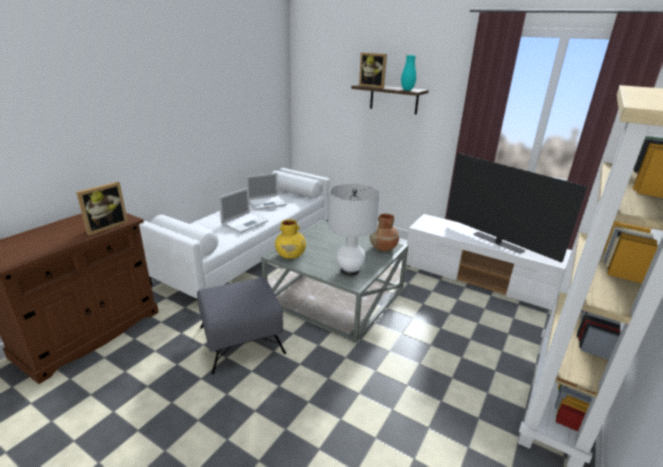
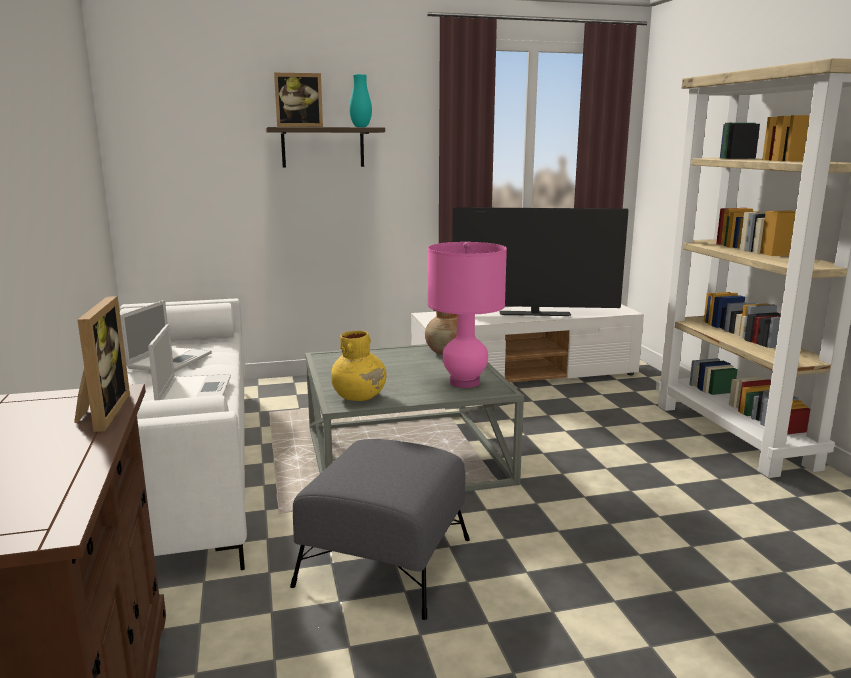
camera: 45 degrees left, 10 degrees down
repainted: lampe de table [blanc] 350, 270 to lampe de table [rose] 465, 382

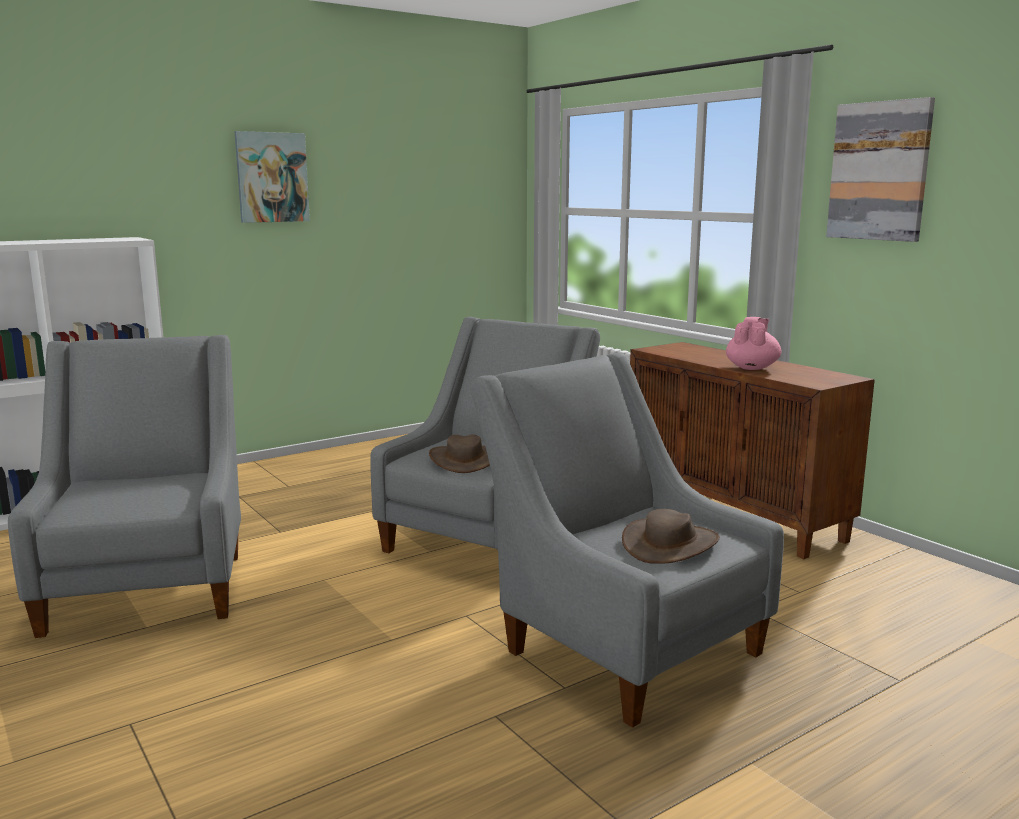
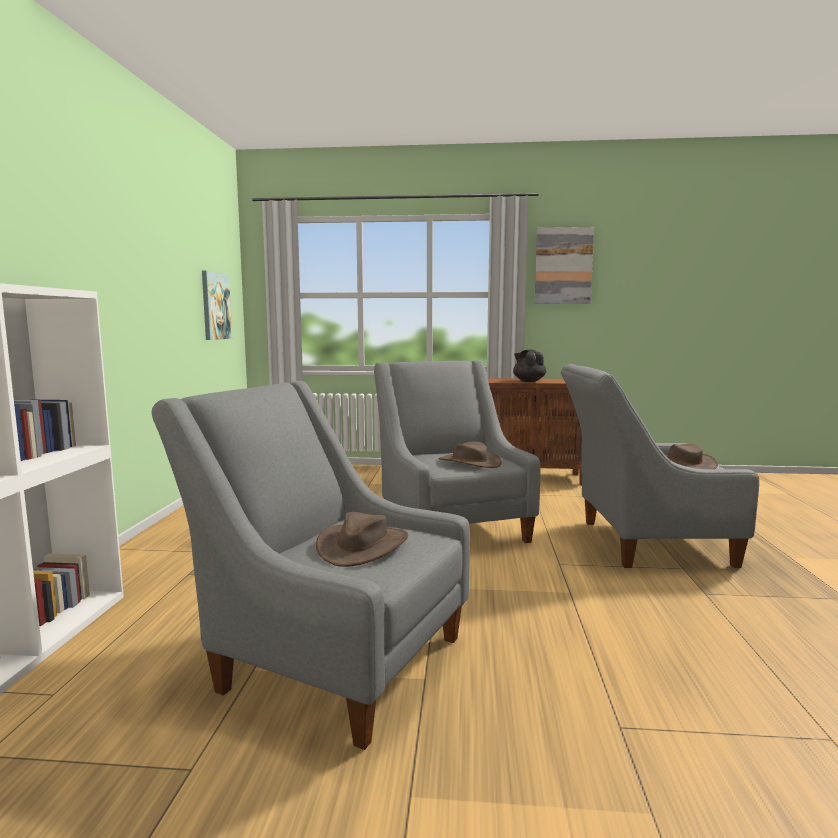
camera: 50 degrees left, 5 degrees down
new: chapeau [marron] 362, 546
shifted: tableau 272, 177 to 215, 306
repainted: théière [rose] 752, 368 to théière [noir] 528, 381

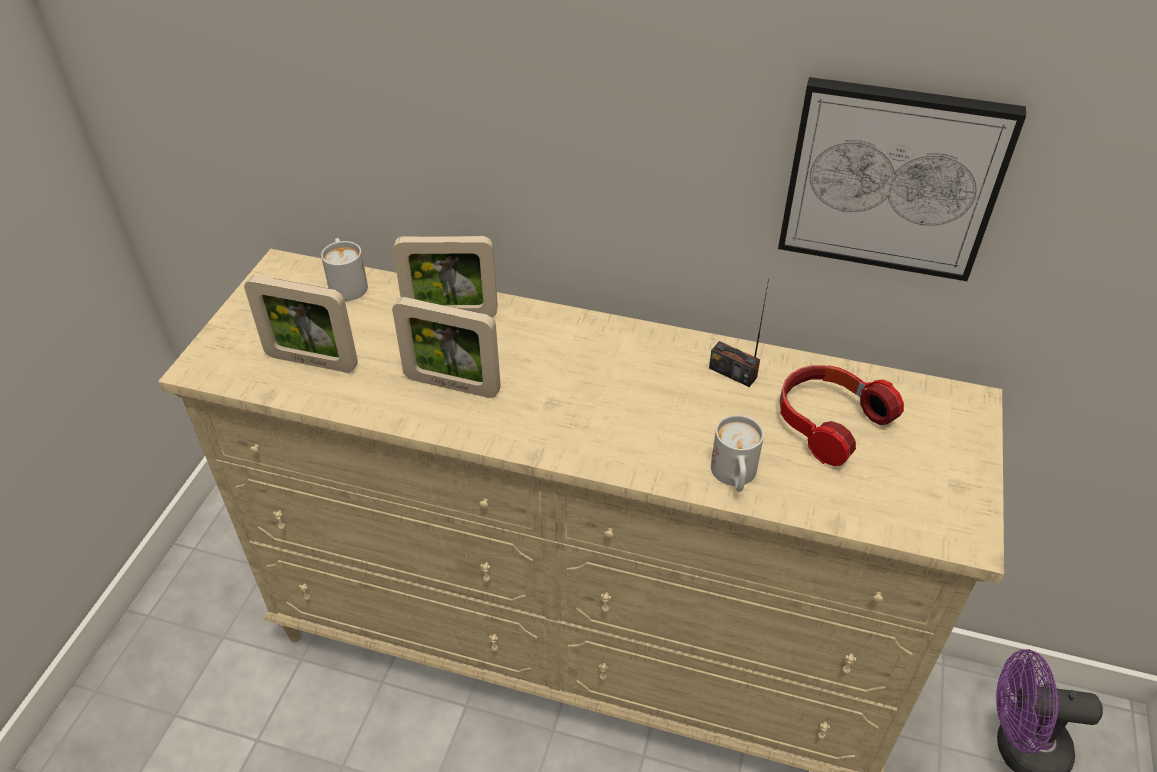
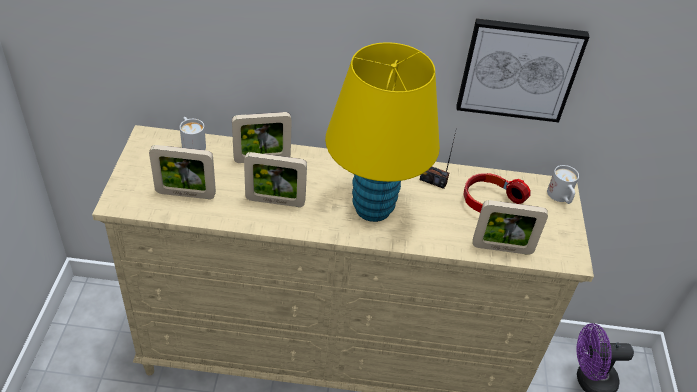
camera: 15 degrees left, 0 degrees up
new: lampe de table [jaune] 373, 208; cadre photo 502, 248
shifted: mug [blanc] 734, 477 to 560, 197

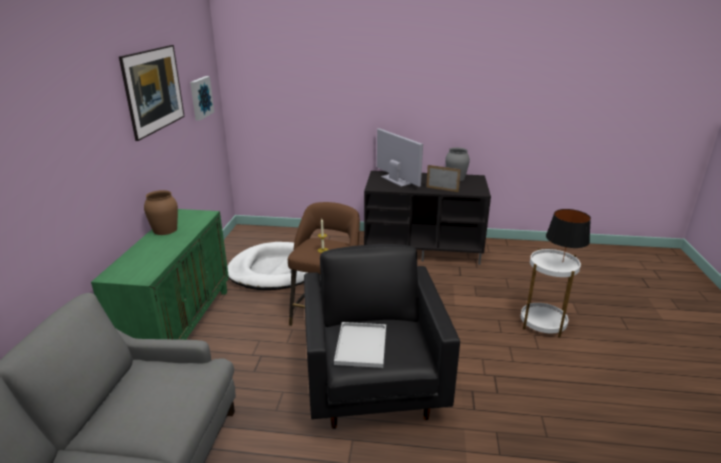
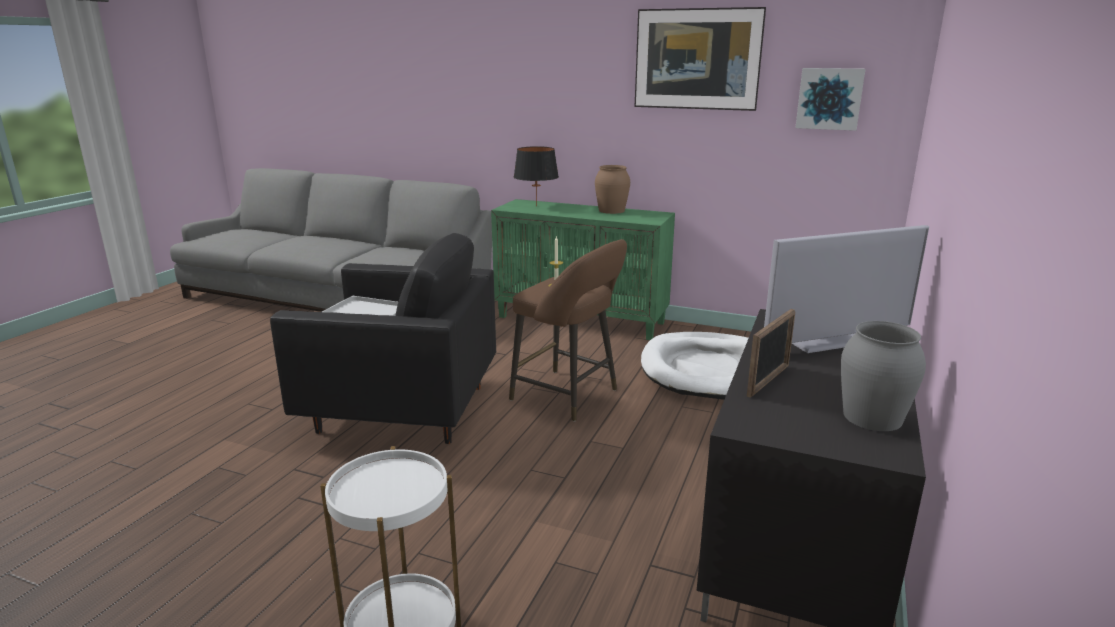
camera: 105 degrees right, 5 degrees down
shifted: lampe de table [noir] 562, 262 to 536, 206

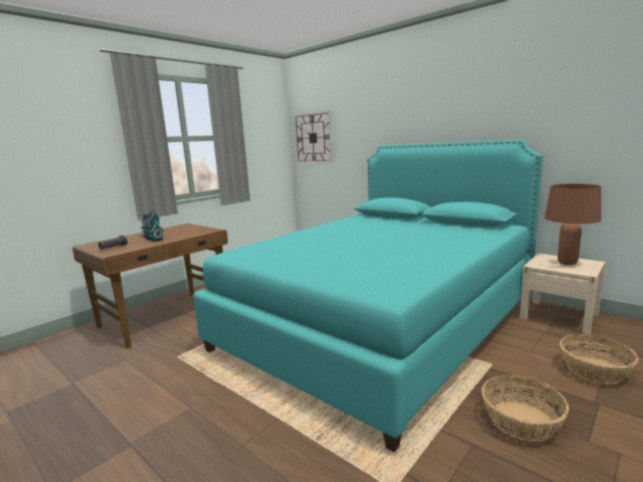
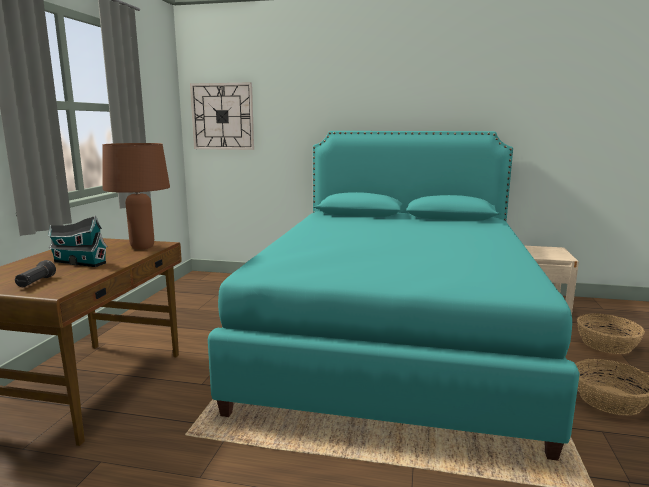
camera: 30 degrees left, 0 degrees up
shifted: lampe de table [marron] 567, 263 to 142, 247

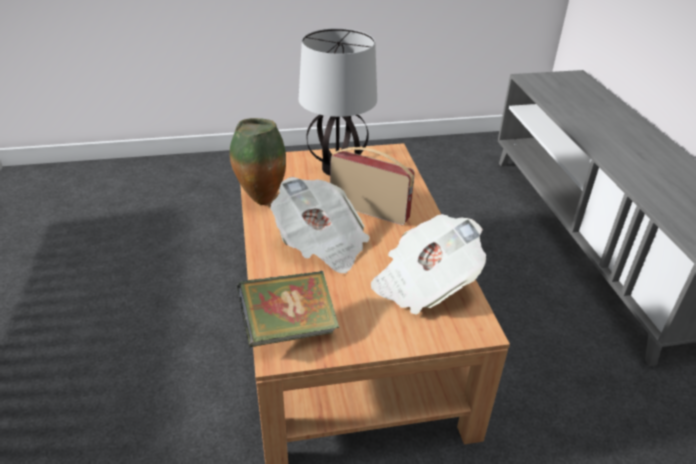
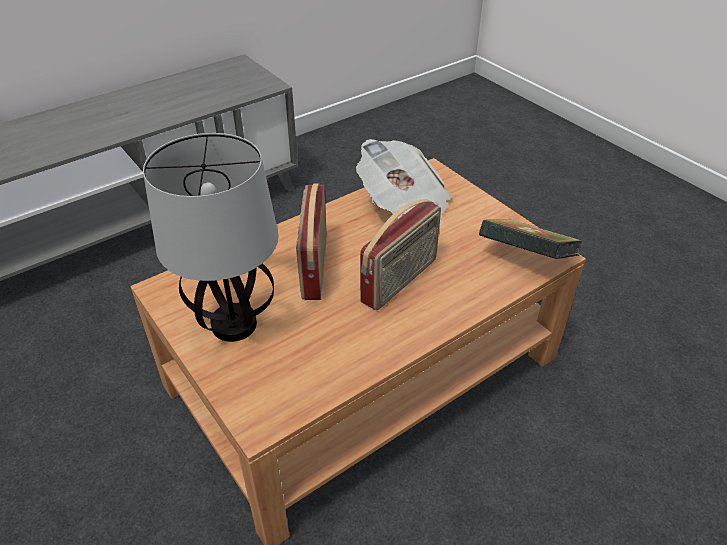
camera: 115 degrees left, 5 degrees up
gone: vase 260, 200
swapped: journal 321, 244 to radio 400, 281

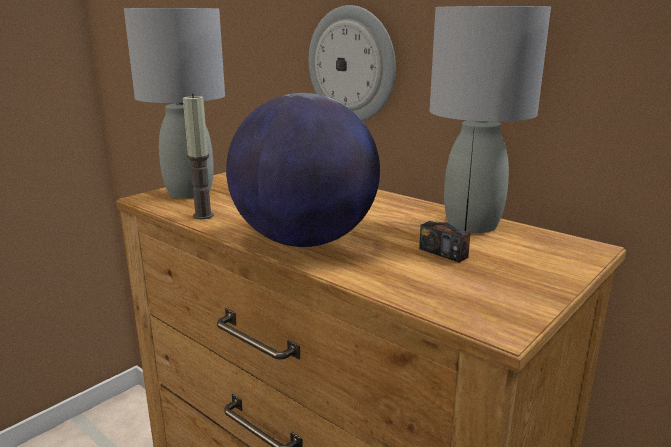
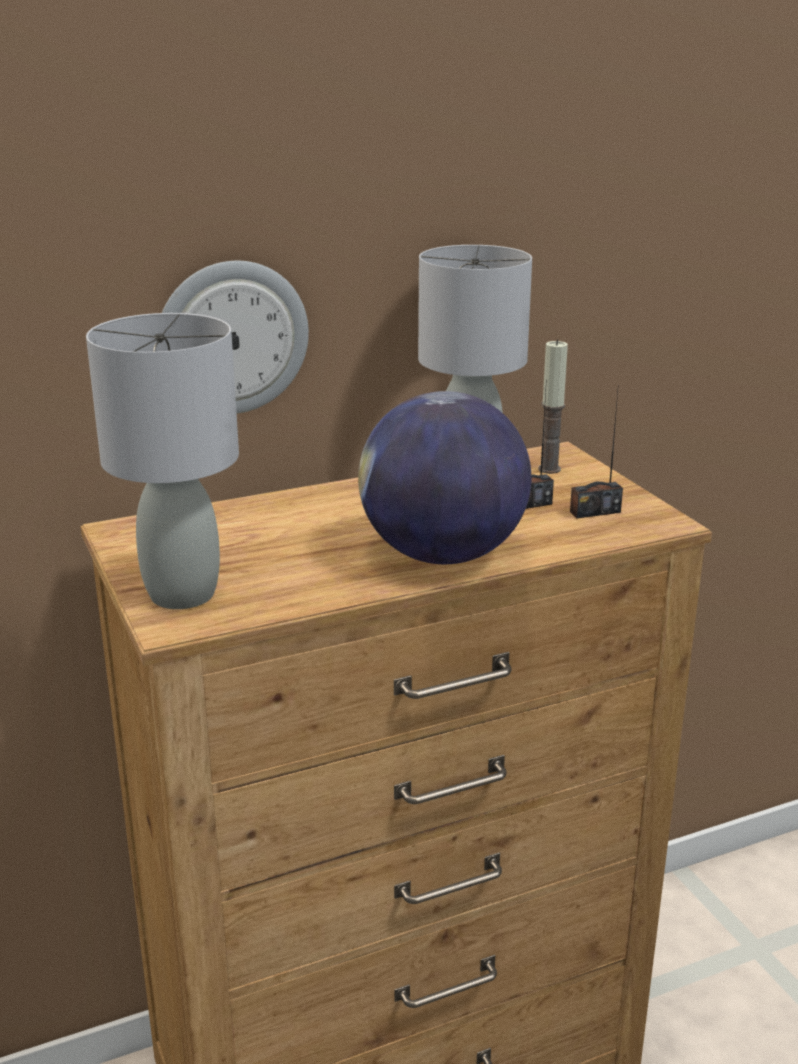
camera: 65 degrees left, 5 degrees up
new: radio 595, 512
shifted: bougie 203, 215 to 549, 469

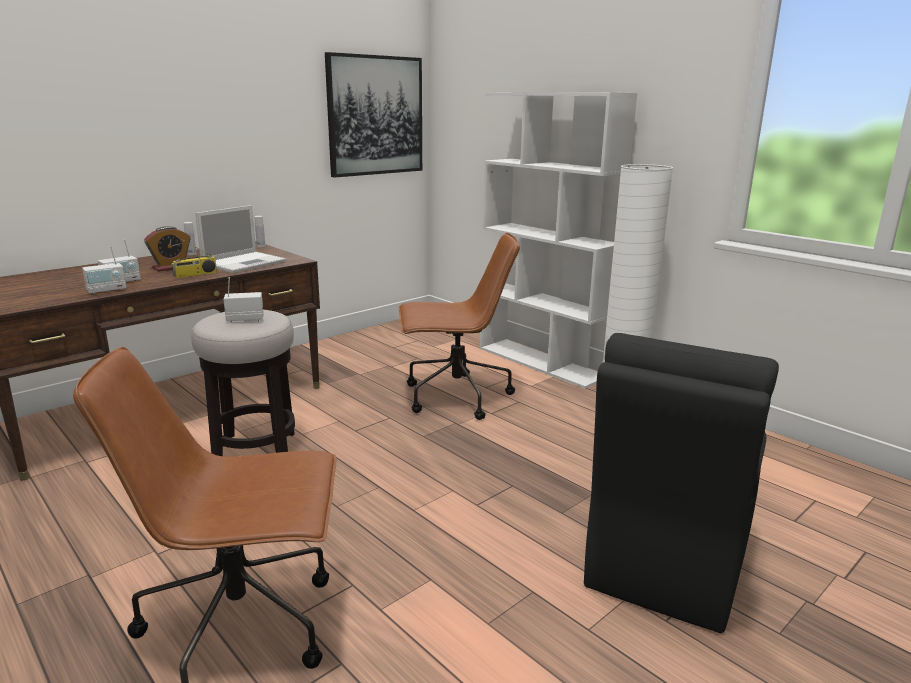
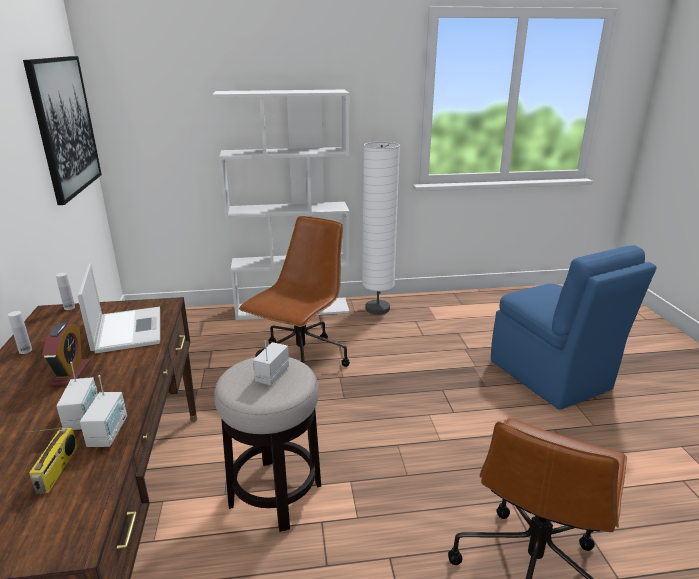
camera: 55 degrees left, 5 degrees up
shifted: radio 195, 274 to 58, 469
repainted: chaise [noir] 666, 562 to chaise [bleu] 551, 376

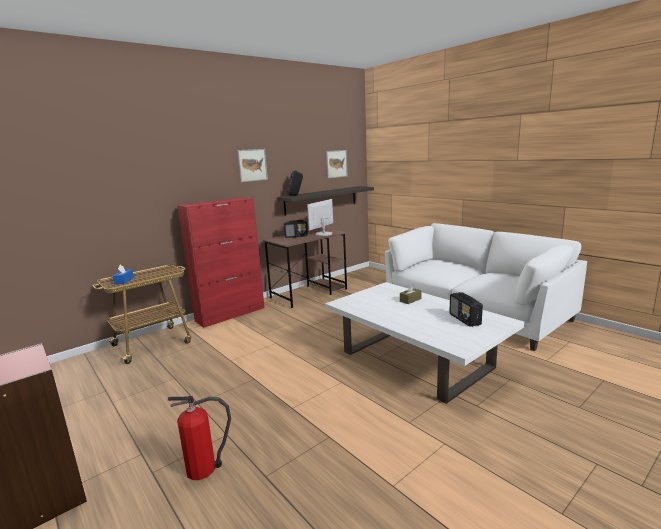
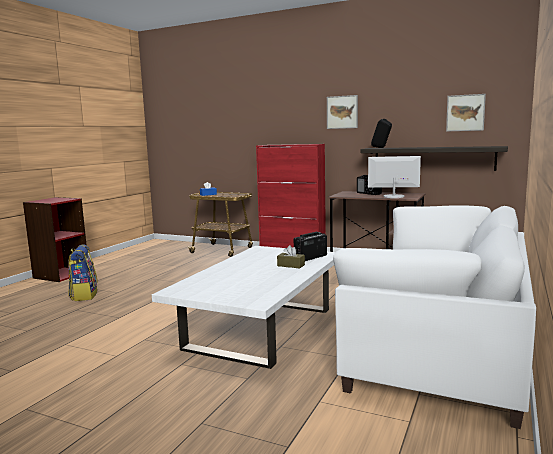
camera: 65 degrees right, 5 degrees down
shifted: radio 465, 319 to 310, 257
swapped: extincteur 204, 468 to sac à dos 84, 295

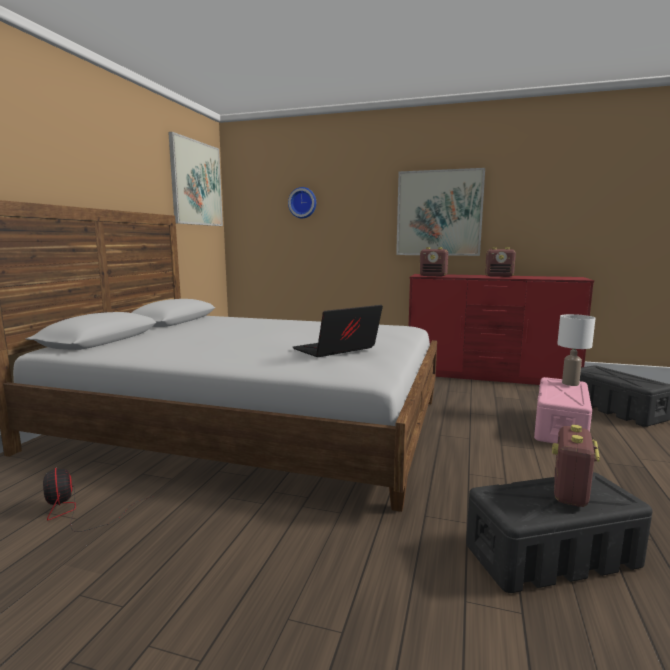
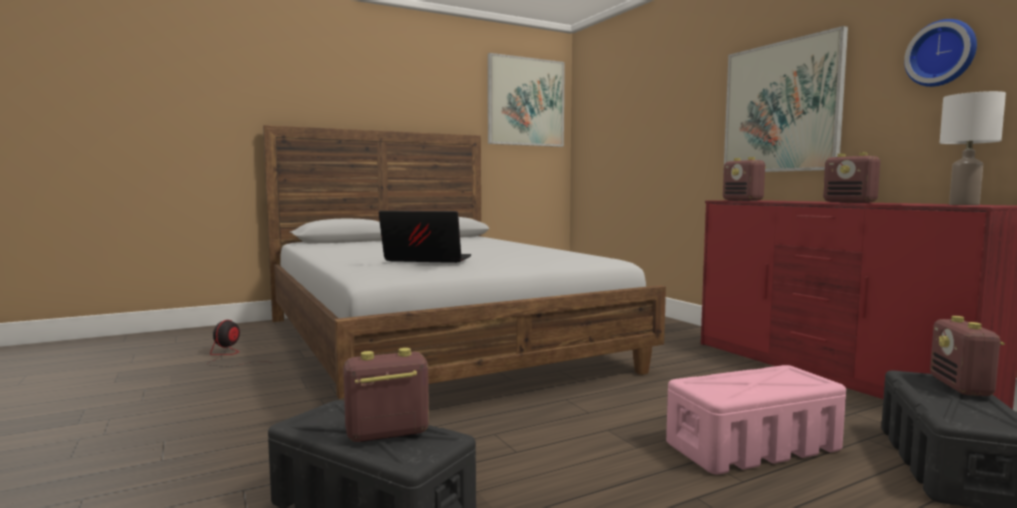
camera: 45 degrees right, 5 degrees down
new: radio 961, 387
shifted: horloge murale 303, 203 to 942, 54; lampe de table [blanc] 570, 384 to 963, 205

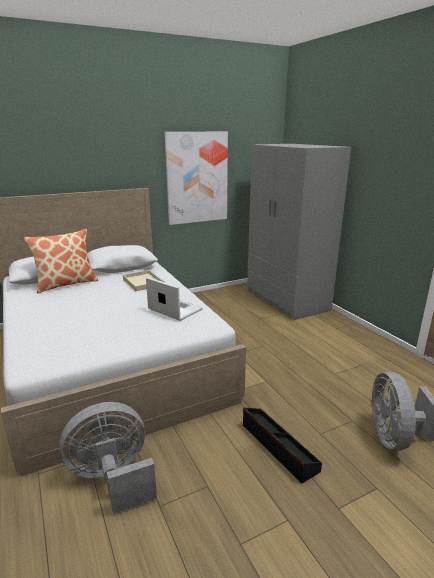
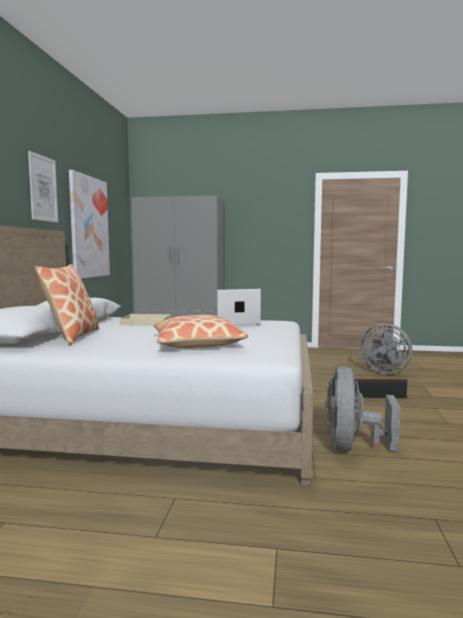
camera: 55 degrees left, 15 degrees down
new: tableau 43, 188; coussin 197, 344

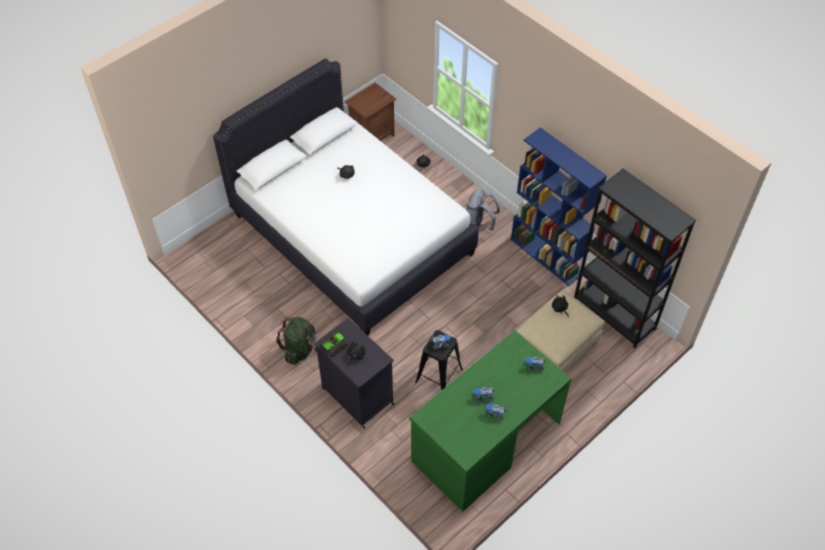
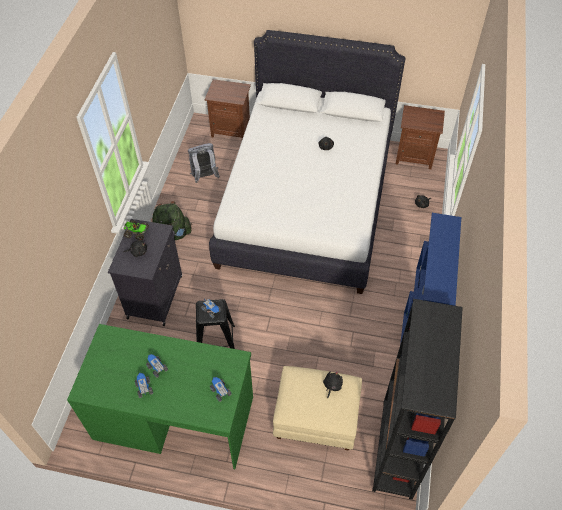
camera: 55 degrees right, 0 degrees up
new: table de chevet [marron] 231, 129
shifted: sac à dos [gris] 479, 224 to 204, 177

